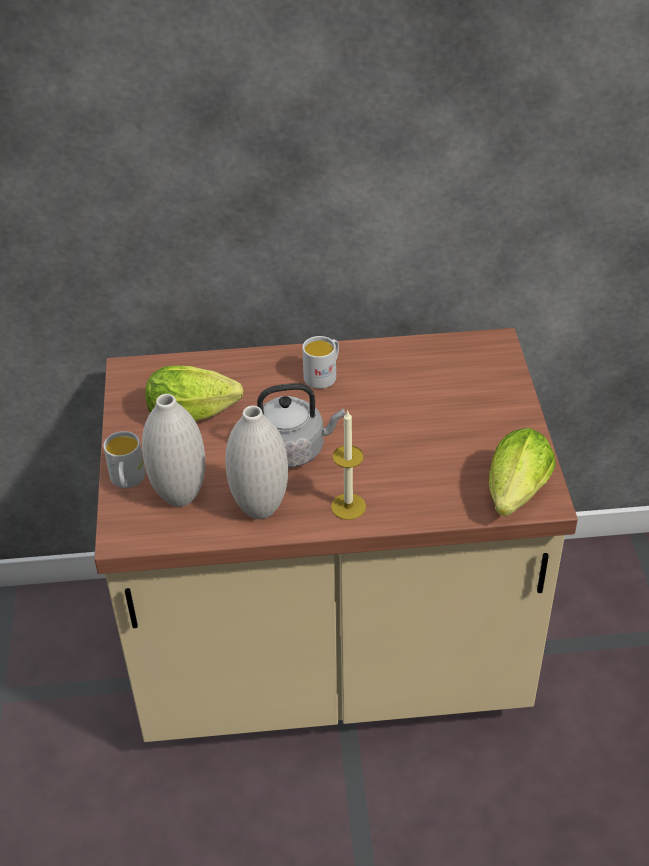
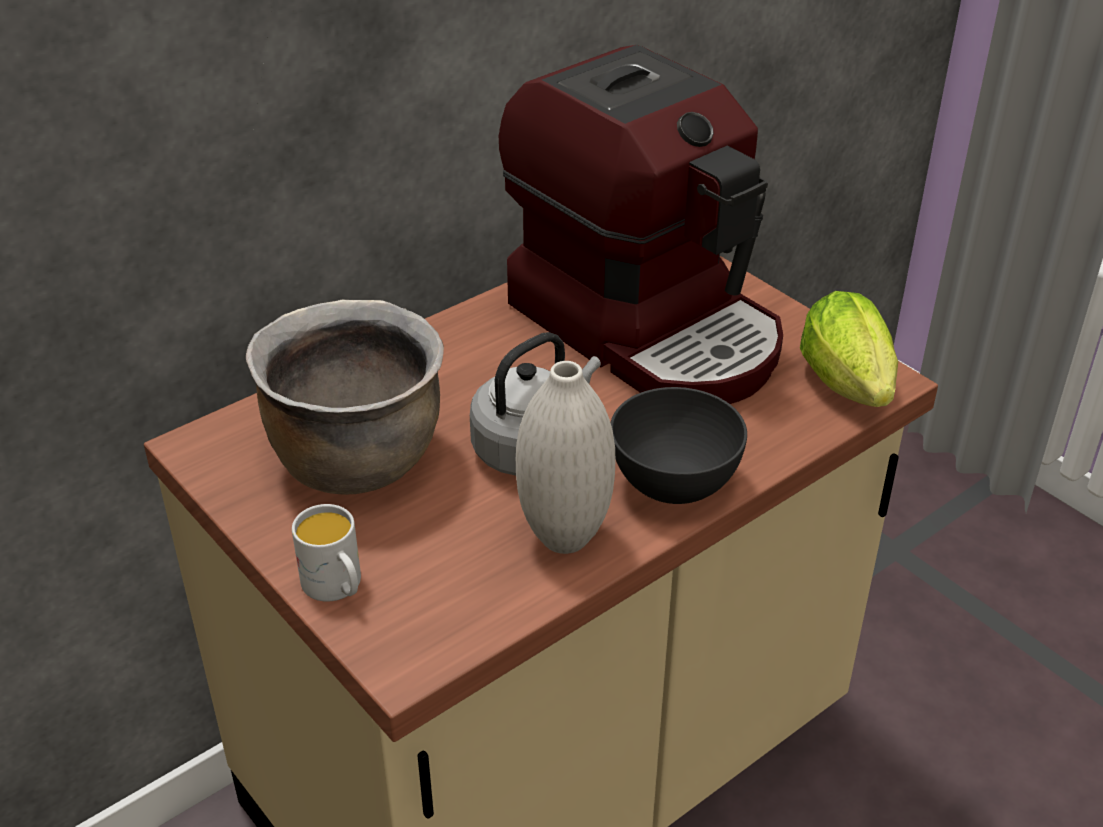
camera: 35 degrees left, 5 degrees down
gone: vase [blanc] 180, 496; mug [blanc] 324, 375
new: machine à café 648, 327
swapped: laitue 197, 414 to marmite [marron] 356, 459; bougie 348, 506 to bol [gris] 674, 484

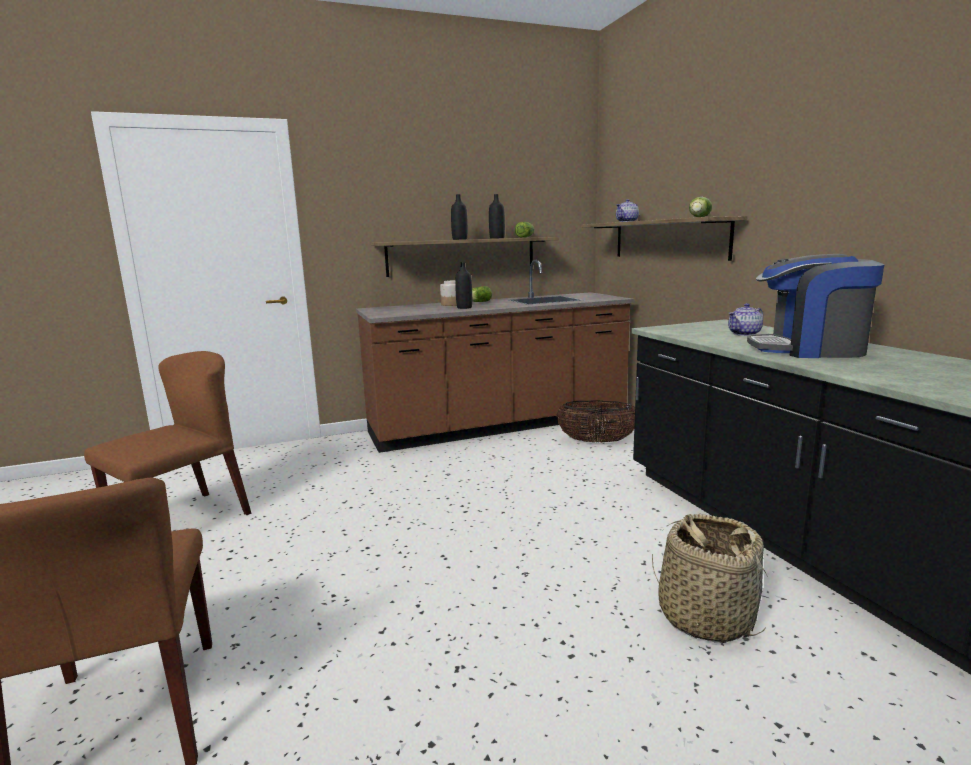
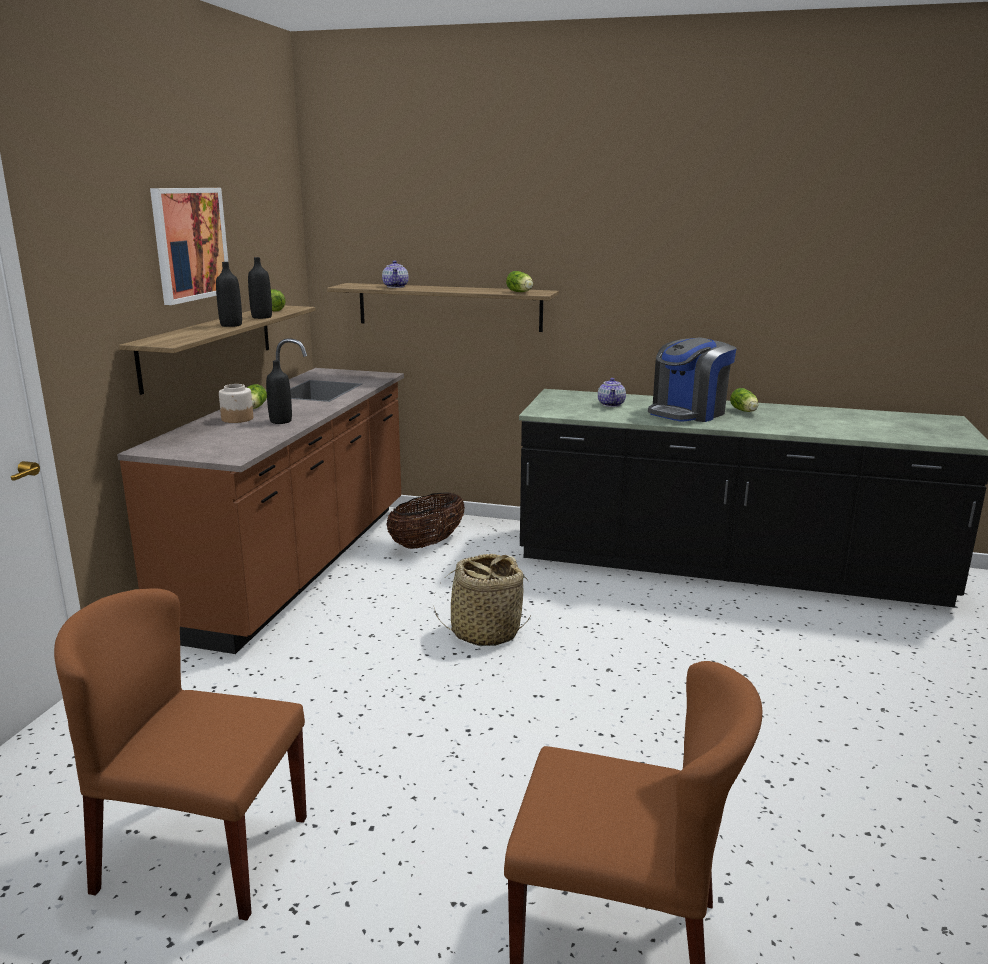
camera: 55 degrees left, 5 degrees up
new: tableau 190, 244; laitue 744, 411
shifted: panier 705, 617 to 485, 632
rotated: chaise [marron] 182, 522 = 201, 853 60 degrees counterclockwise

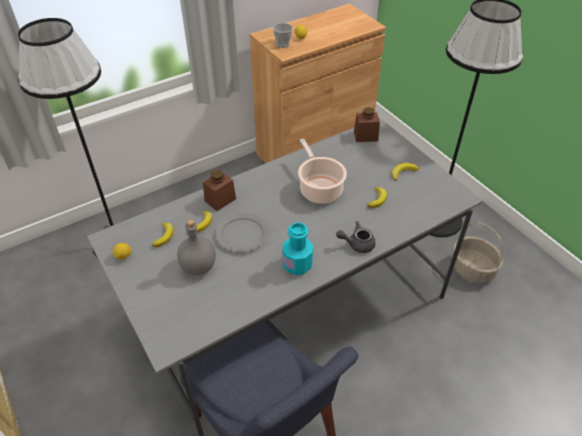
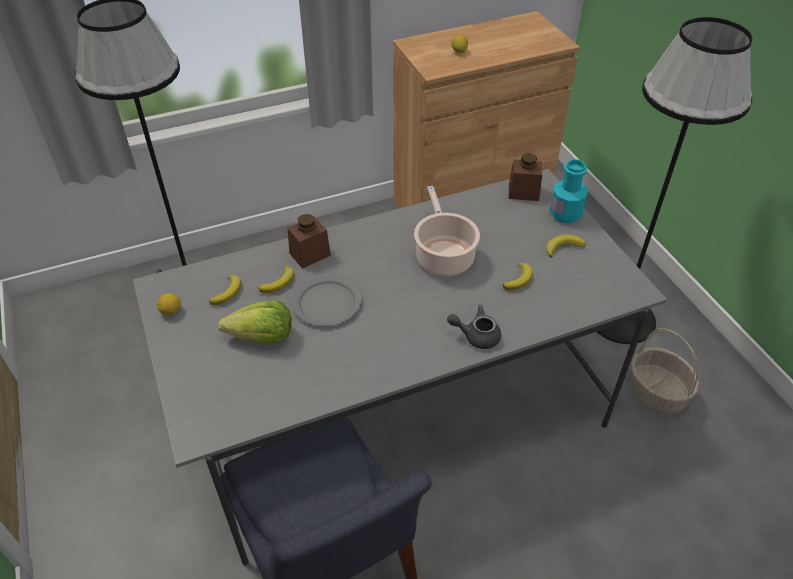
camera: 10 degrees right, 0 degrees up
gone: tasse 282, 44
shifted: bouteille [turquoise] 297, 265 to 565, 214
swapped: bouteille [gris] 199, 266 to laitue 262, 337

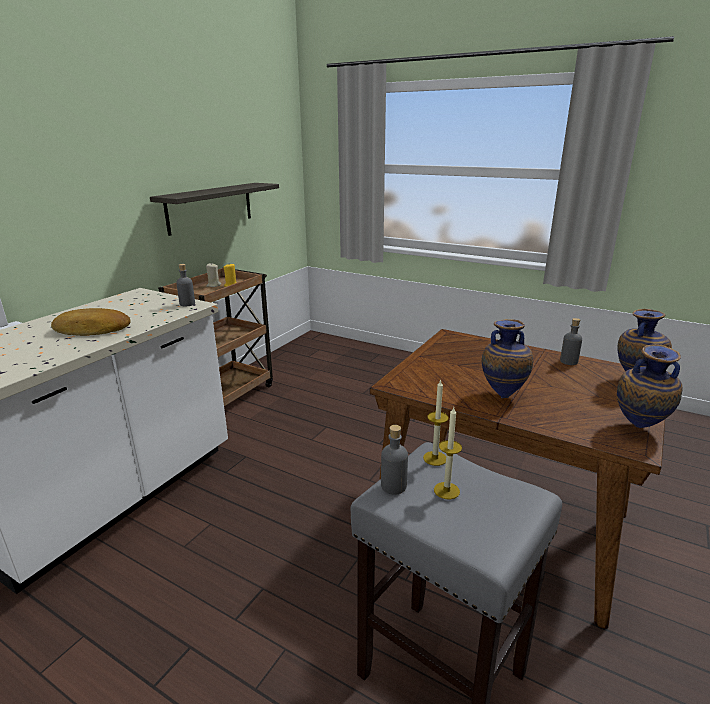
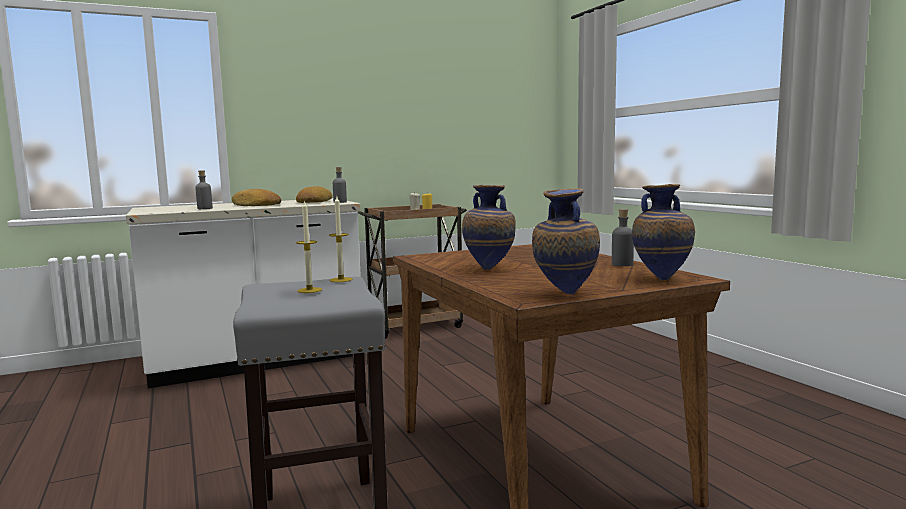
camera: 35 degrees right, 15 degrees down
gone: étagère 210, 207
new: pain 313, 202
shifted: bouteille [gris] 393, 486 to 205, 208

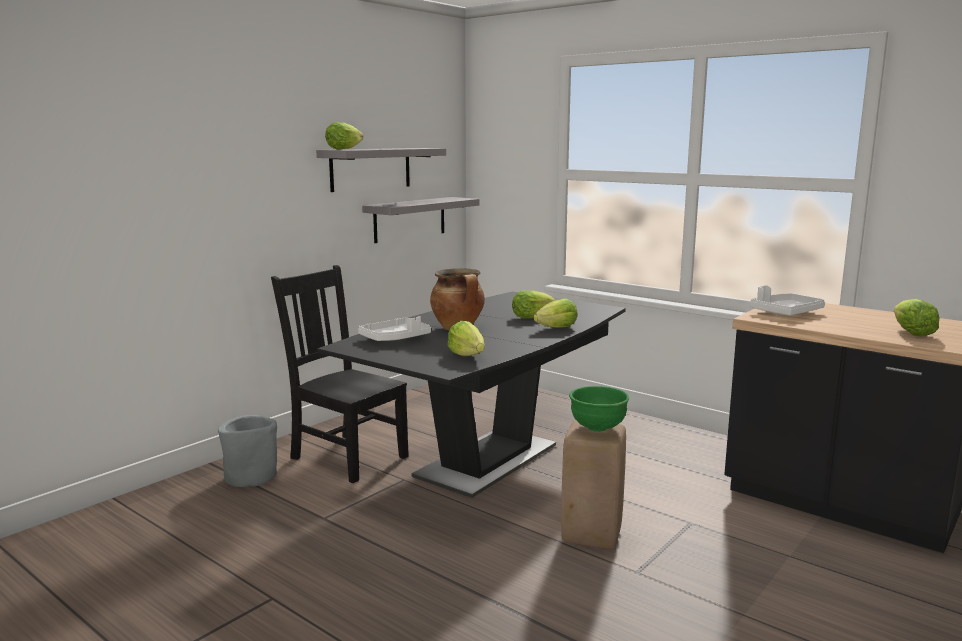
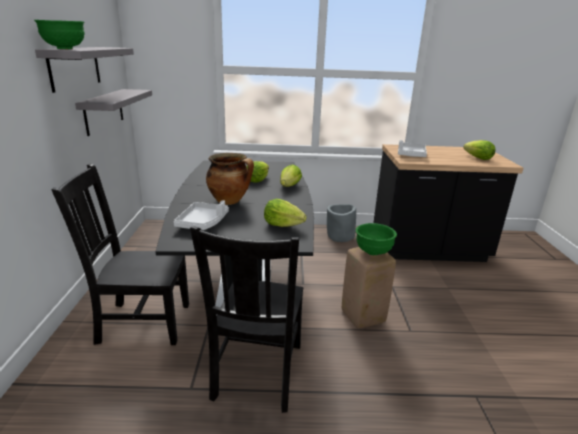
camera: 40 degrees left, 10 degrees up
new: chaise [noir] 257, 373
shifted: cache-pot [gris] 252, 477 to 340, 236
swapped: laitue 343, 149 to bol [vert] 64, 49

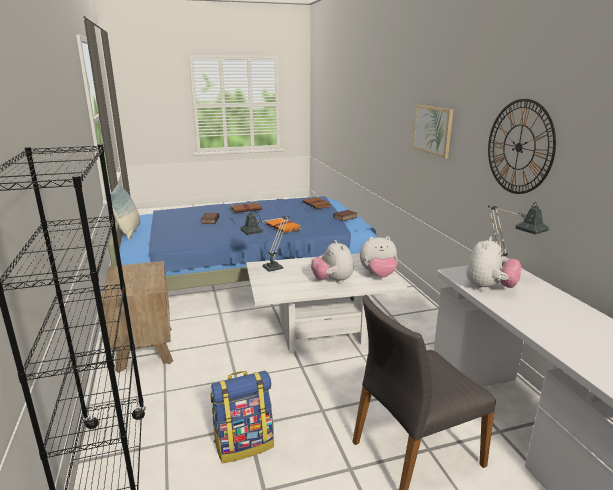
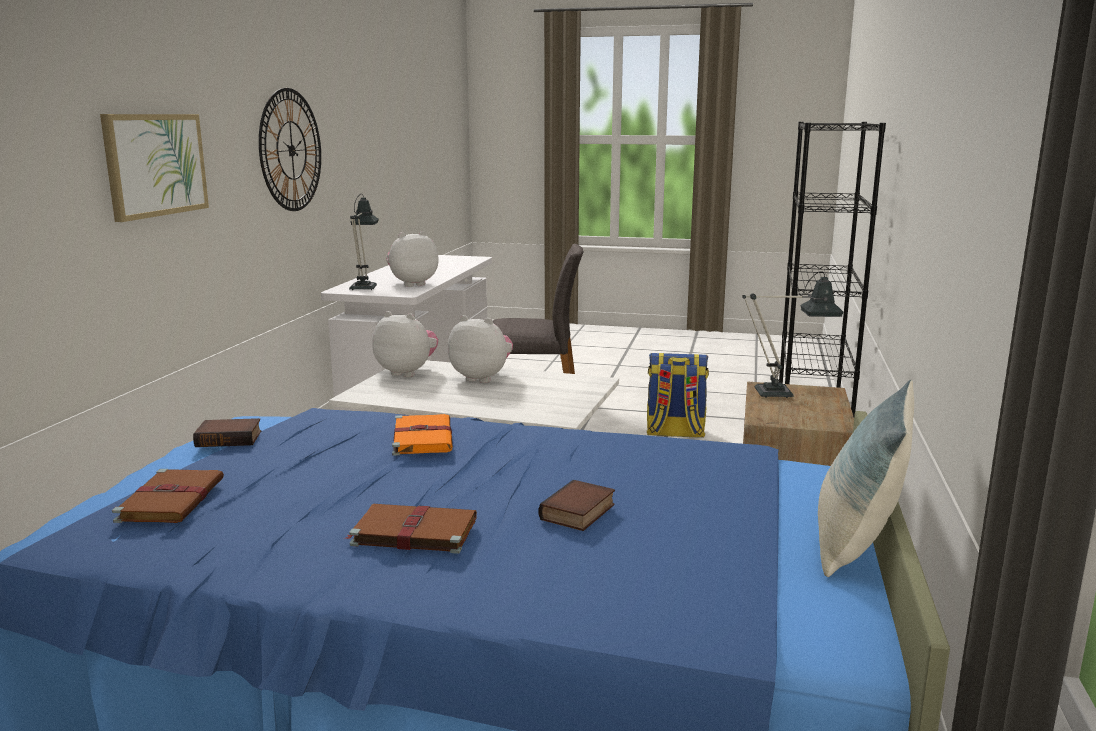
camera: 150 degrees left, 5 degrees down
shifted: lampe de table 268, 269 to 783, 393
rotated: peluche 332, 281 = 482, 378 75 degrees counterclockwise

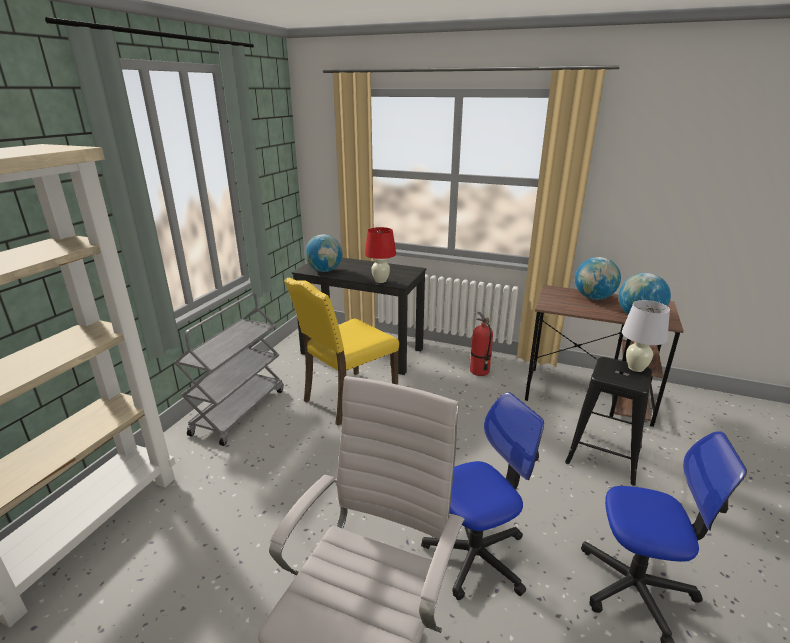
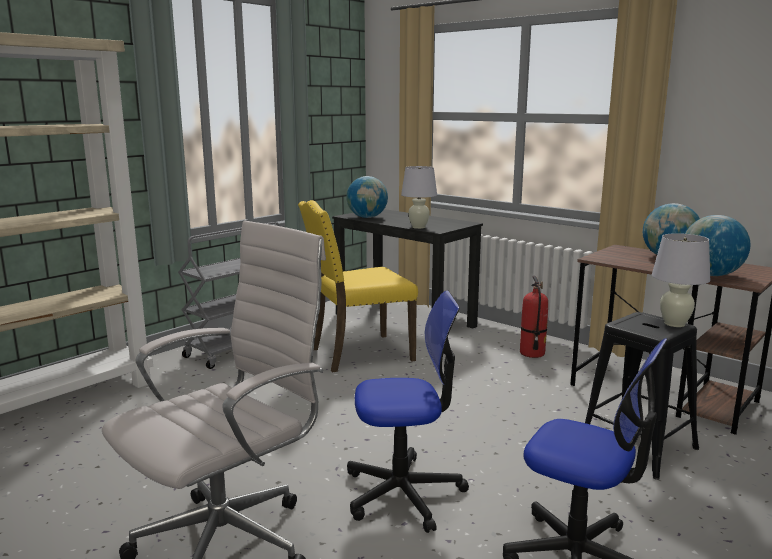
camera: 20 degrees right, 10 degrees down
repainted: lampe de table [rouge] 380, 281 to lampe de table [blanc] 418, 227

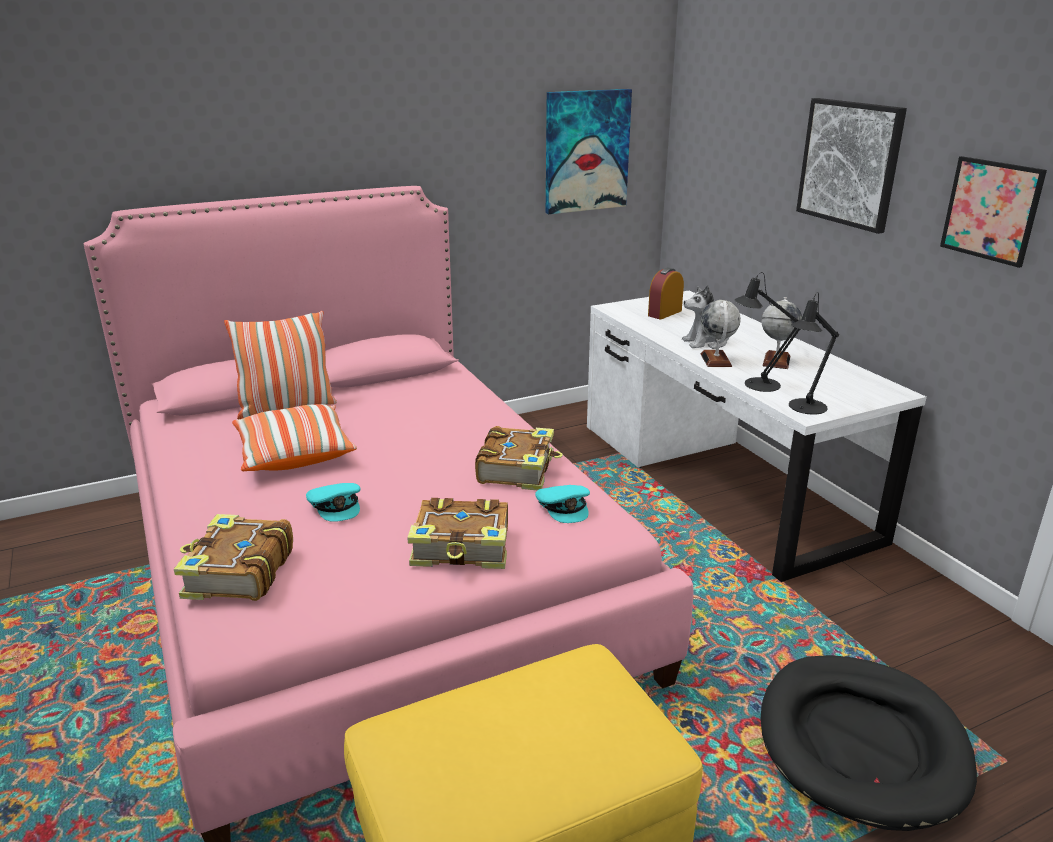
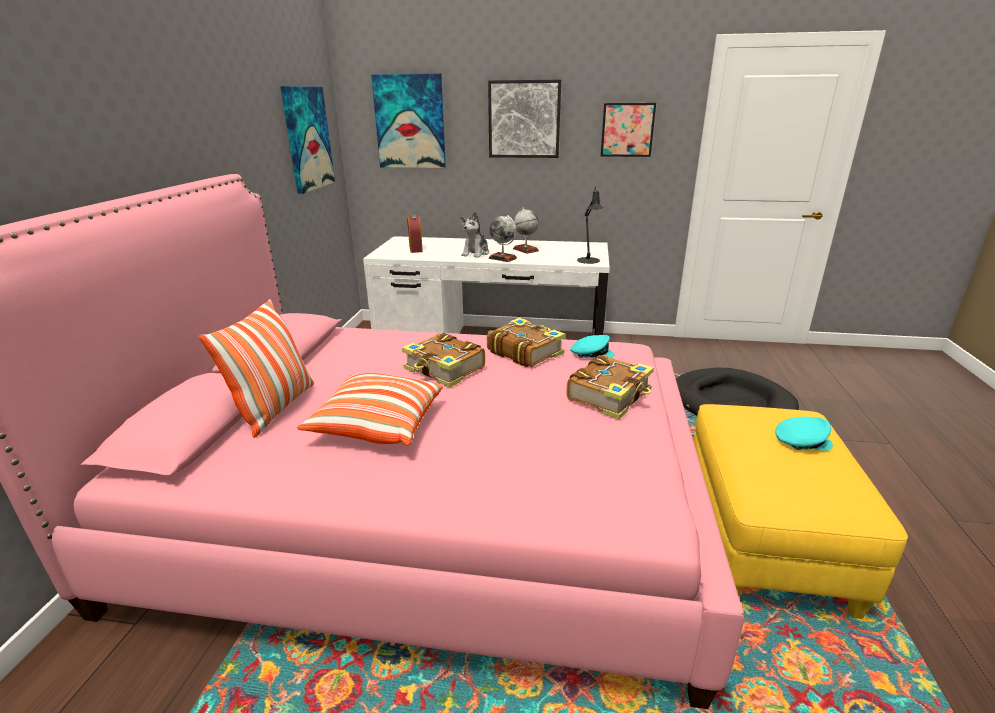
camera: 55 degrees left, 0 degrees up
gone: lampe de table [noir] 756, 384
new: tableau 410, 122
shifted: livre 237, 573 to 444, 370; casquette [turquoise] 336, 506 to 801, 441

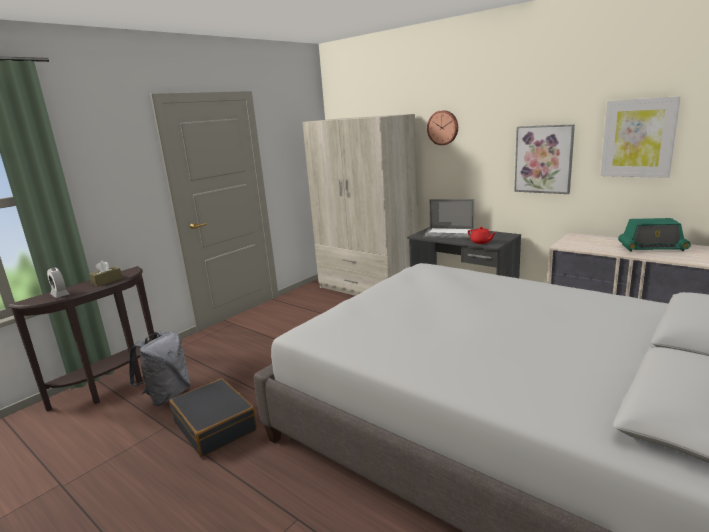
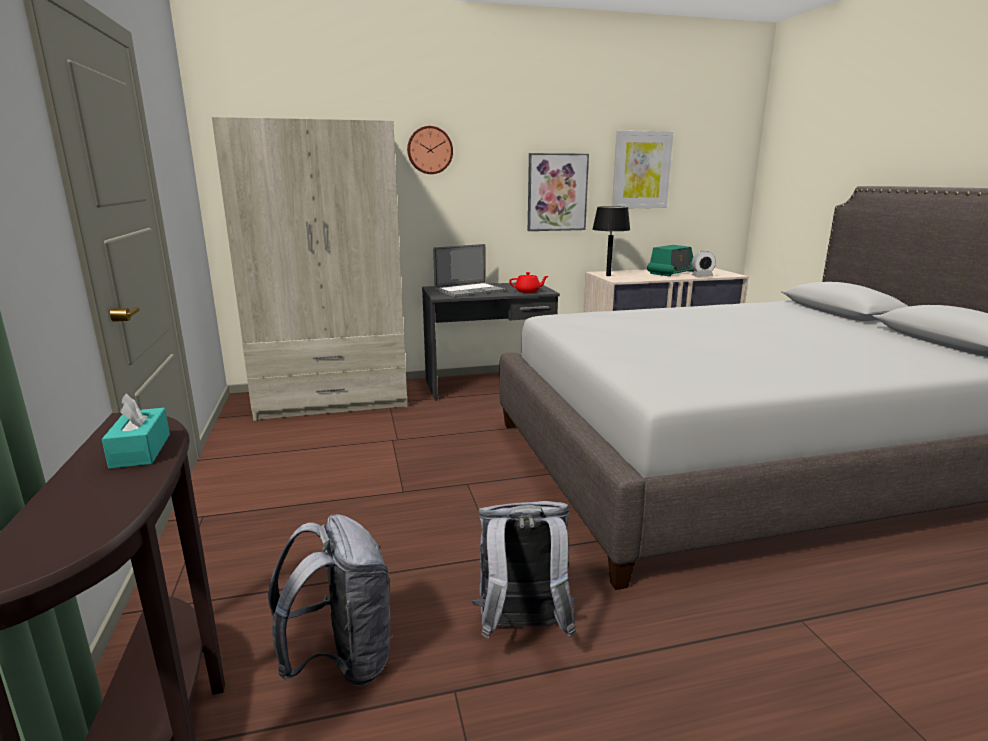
camera: 55 degrees left, 0 degrees up
new: lampe de table [noir] 608, 275
shifted: réveil 60, 294 to 702, 276
swapped: valise [noir] 215, 426 to sac à dos [gris] 522, 629
repainted: boîte à mouchoirs [marron] 107, 281 to boîte à mouchoirs [turquoise] 141, 450

